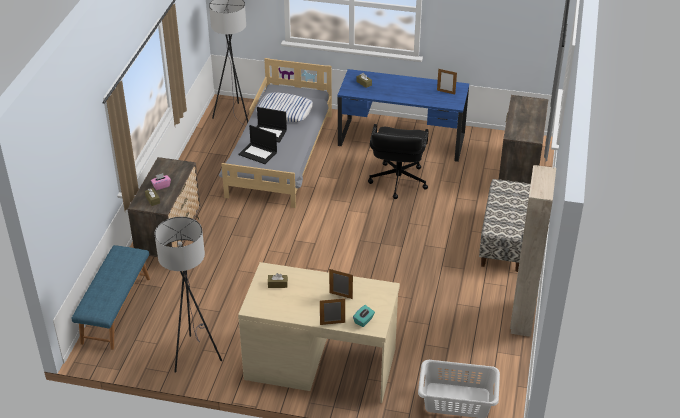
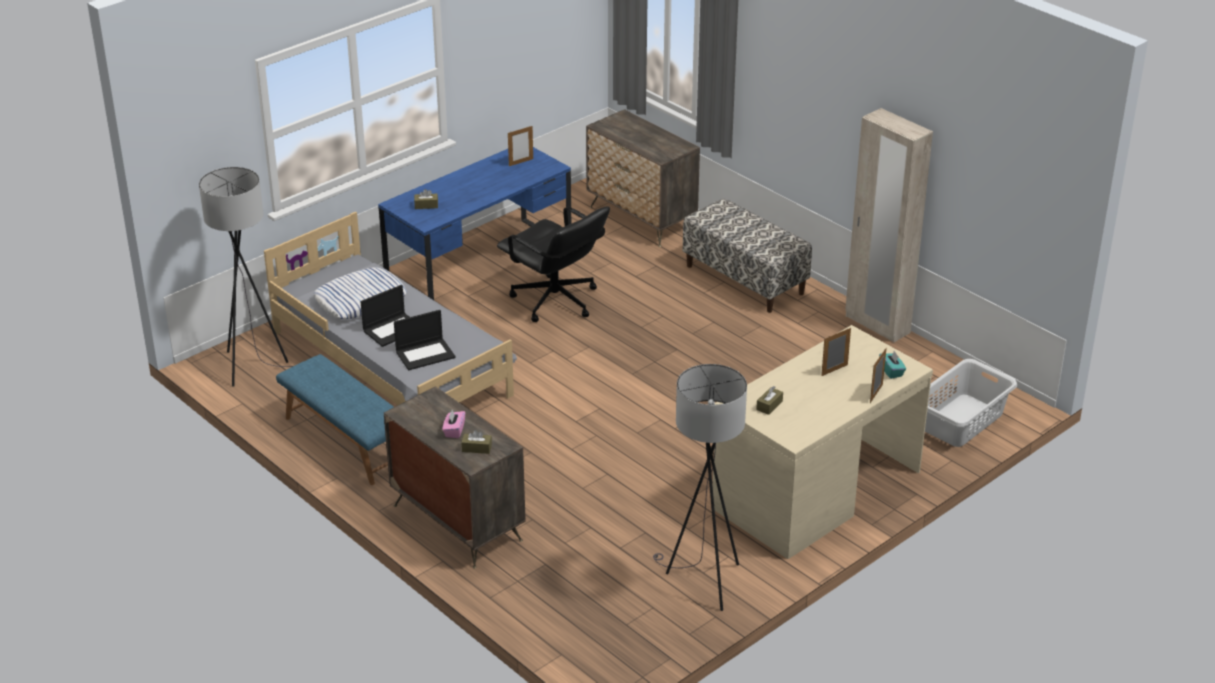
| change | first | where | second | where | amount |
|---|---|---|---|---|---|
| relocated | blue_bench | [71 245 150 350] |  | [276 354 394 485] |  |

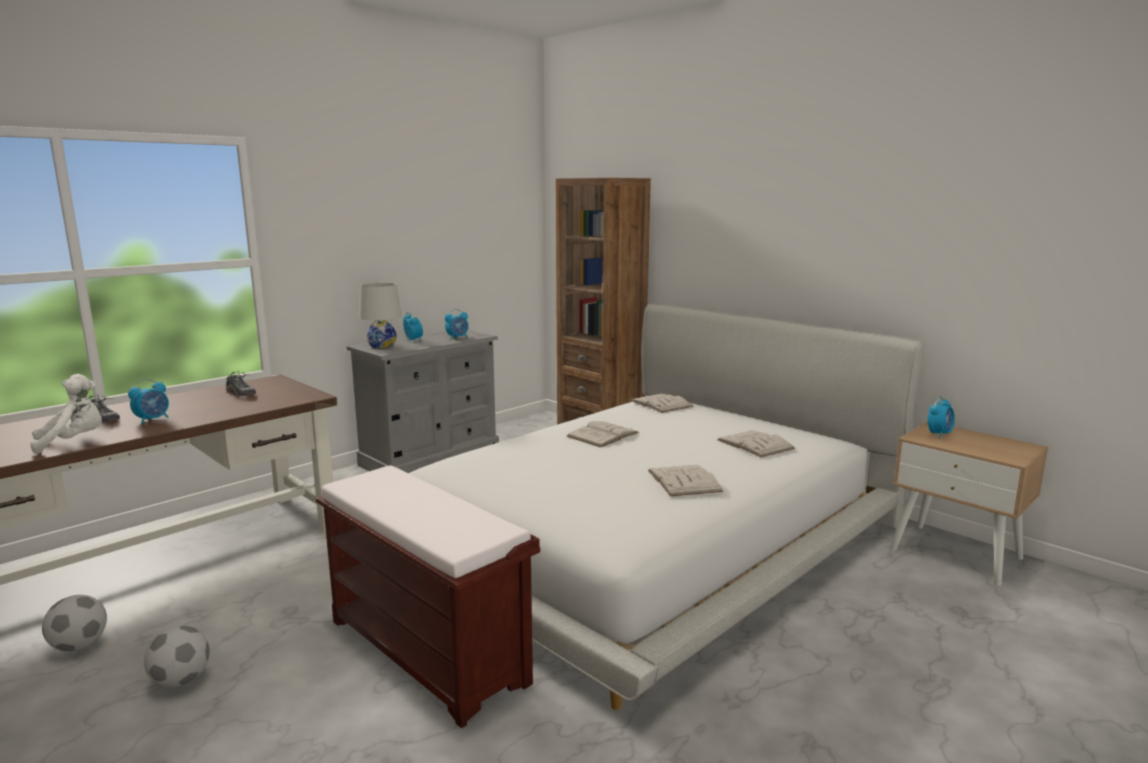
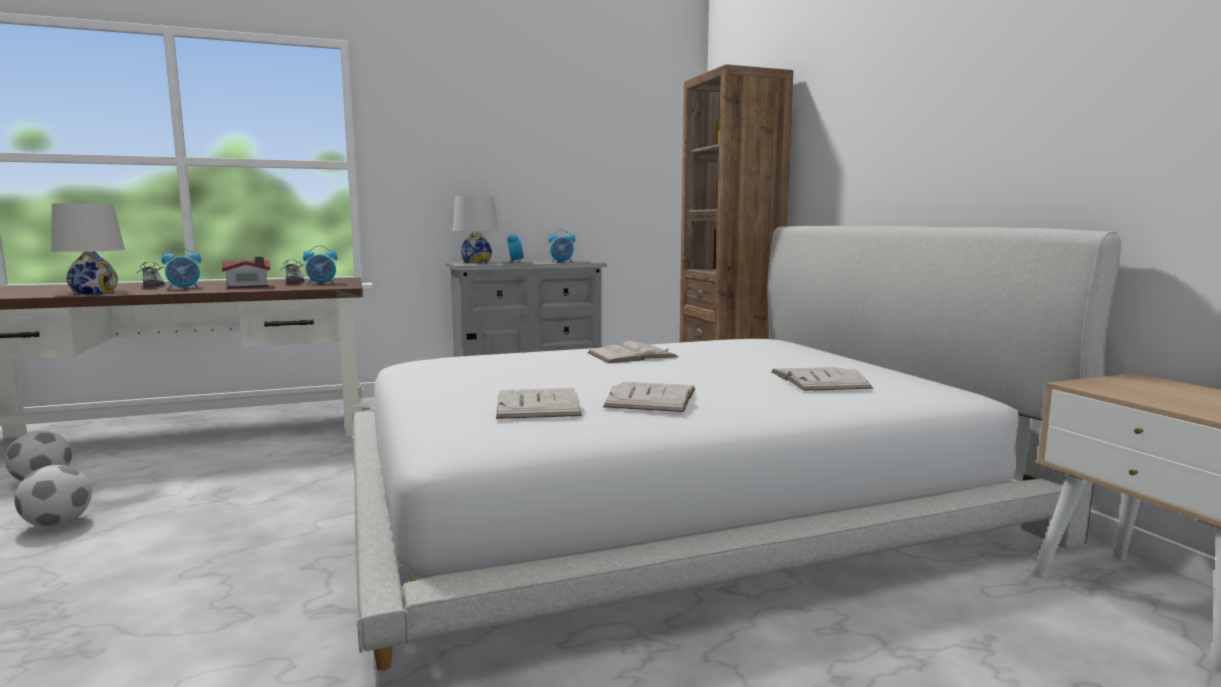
| change | first | where | second | where | amount |
|---|---|---|---|---|---|
| exchanged | white_plush_toy | [31 374 102 454] | white_table_lamp | [51 203 125 294] |  |
| relocated | white_book | [630 394 693 413] |  | [496 388 582 419] |  |
| relocated | alarm_clock | [928 396 955 439] |  | [303 245 338 285] |  |
| missing | brown_bench | [316 465 540 728] |  |  |  |
| appeared |  |  | toy_house | [222 257 270 289] |  |

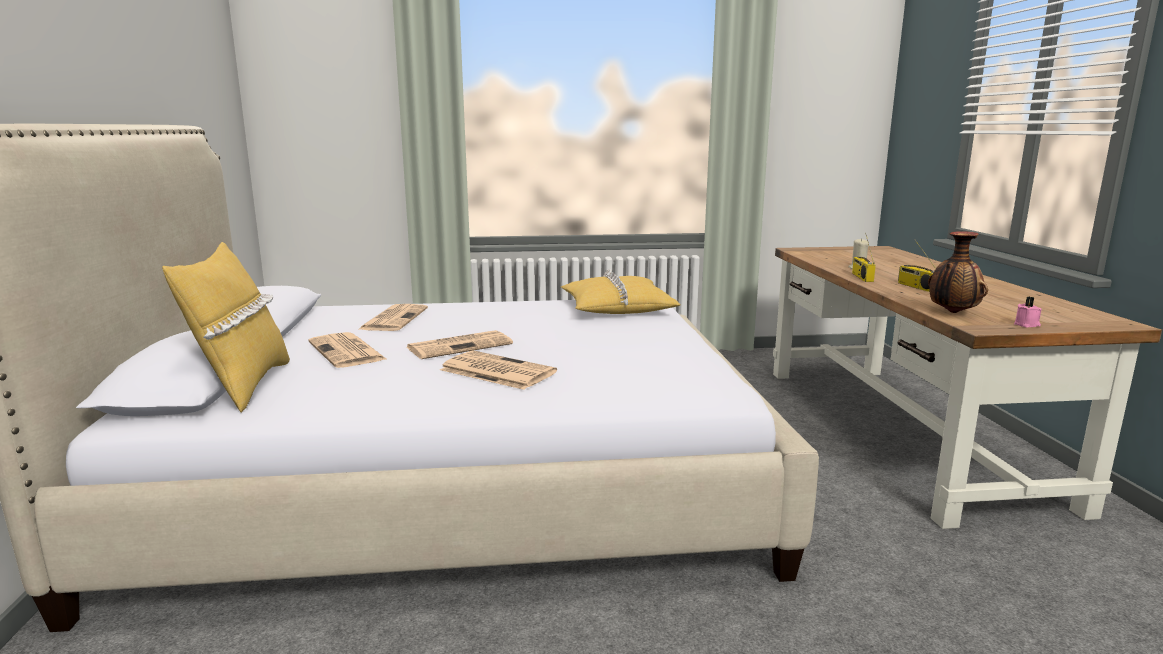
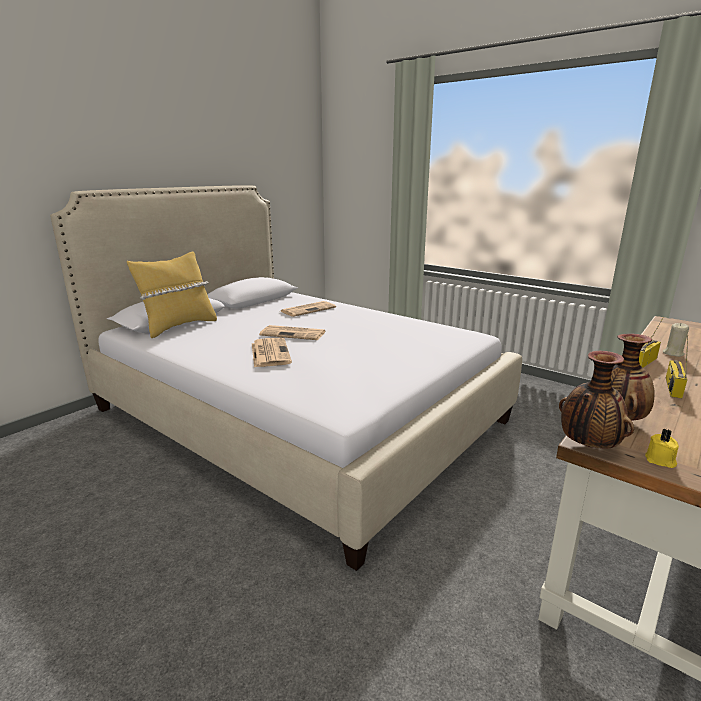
| change | first | where | second | where | amount |
|---|---|---|---|---|---|
| missing | yellow_pillow | [561 269 680 314] |  |  |  |
| colour | pink_candle | [1014 297 1042 328] | yellow_candle | [645 429 679 468] |  |
| missing | newspaper | [308 332 388 368] |  |  |  |
| appeared |  |  | vase | [559 351 634 448] |  |

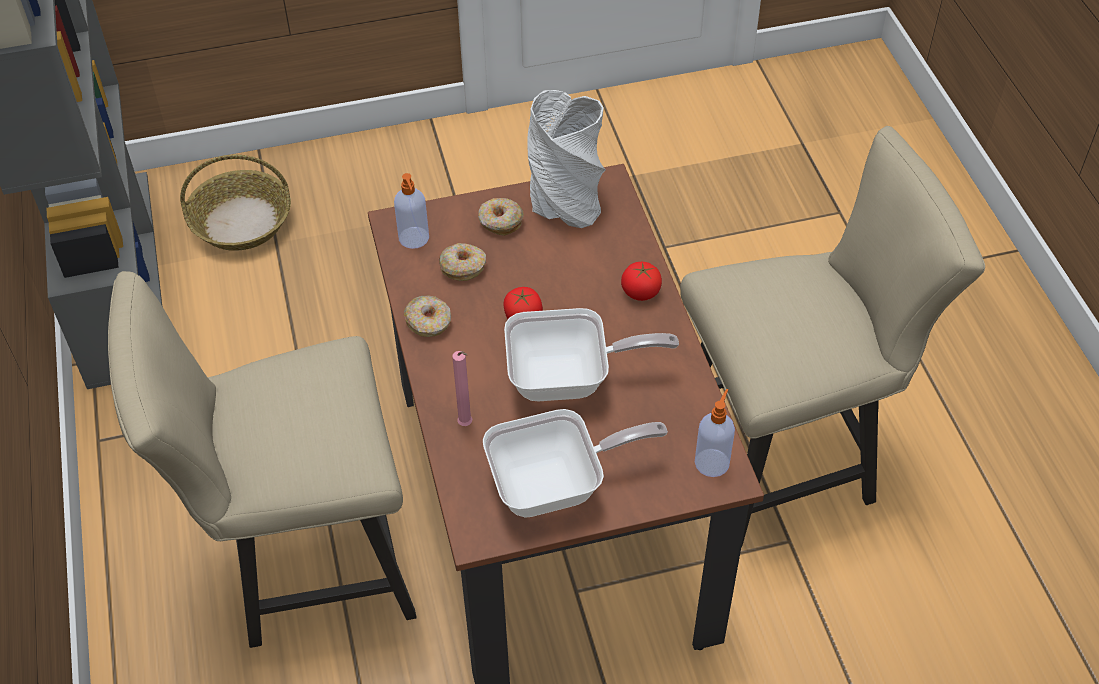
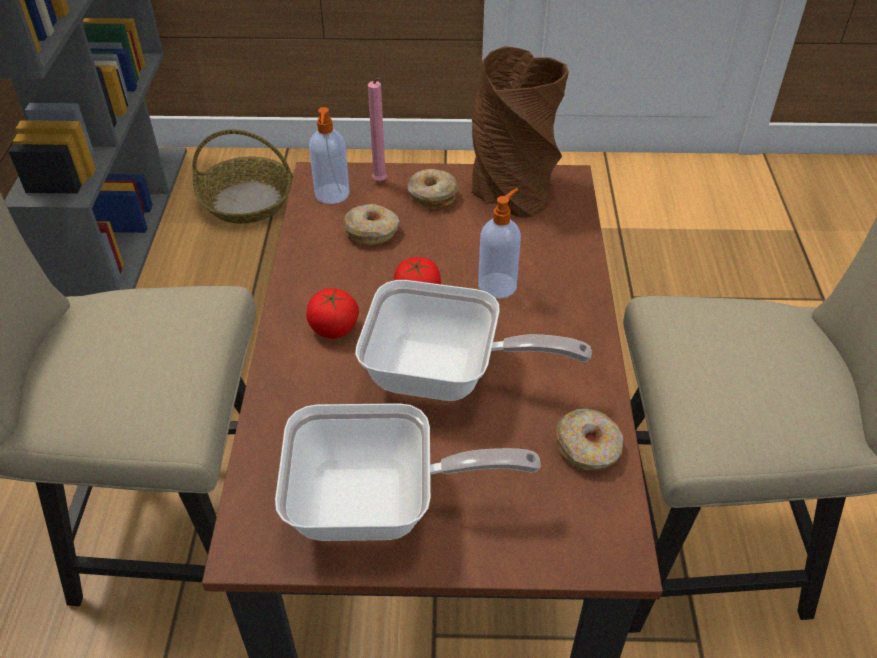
| change | first | where | second | where | amount |
|---|---|---|---|---|---|
| colour | grey_vase | [527 90 606 228] | brown_vase | [472 46 569 218] |  |
| relocated | tomato | [621 262 662 301] |  | [306 288 359 339] |  |
| relocated | donut | [404 296 451 337] |  | [556 409 623 471] |  |
| relocated | pink_candle | [452 351 472 426] |  | [368 78 387 181] |  |
| relocated | soap_dispenser | [695 389 735 477] |  | [478 188 521 299] |  |

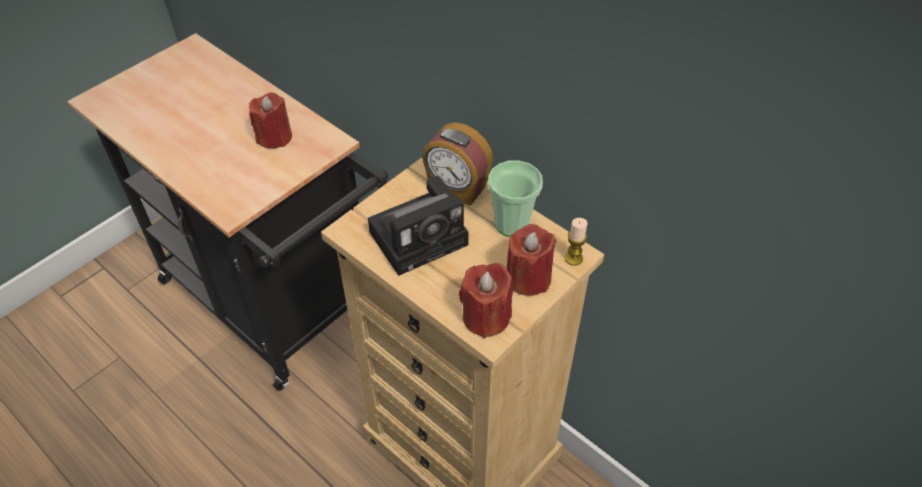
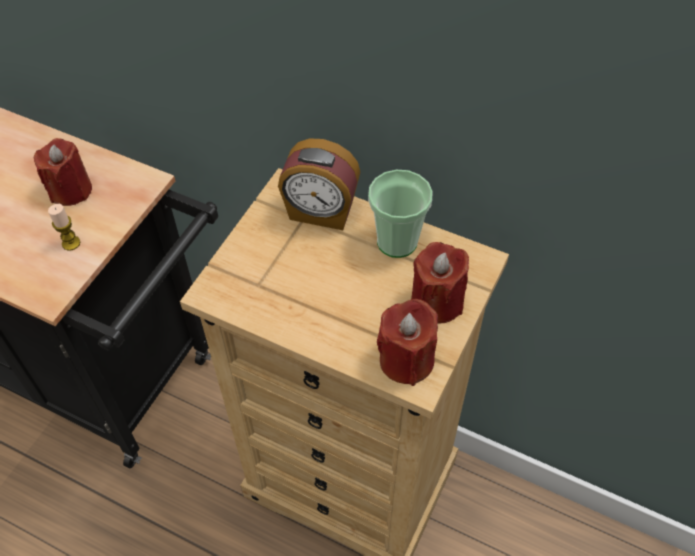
| change | first | where | second | where | amount |
|---|---|---|---|---|---|
| missing | photo_camera | [368 176 469 276] |  |  |  |
| relocated | candle | [565 218 588 266] |  | [48 204 80 251] |  |

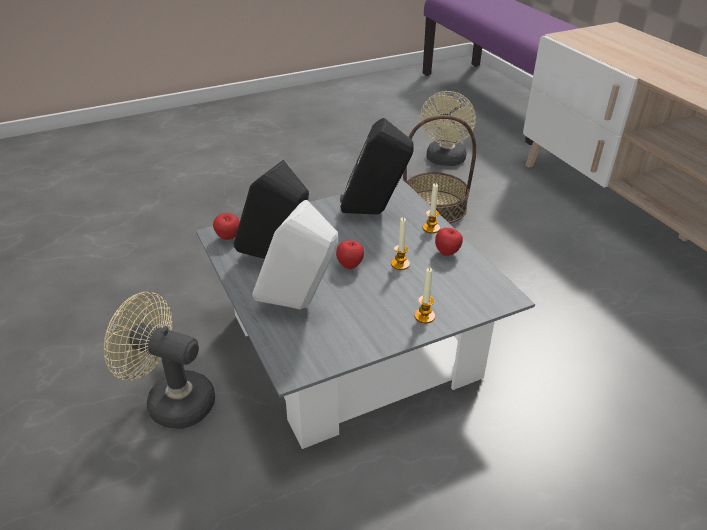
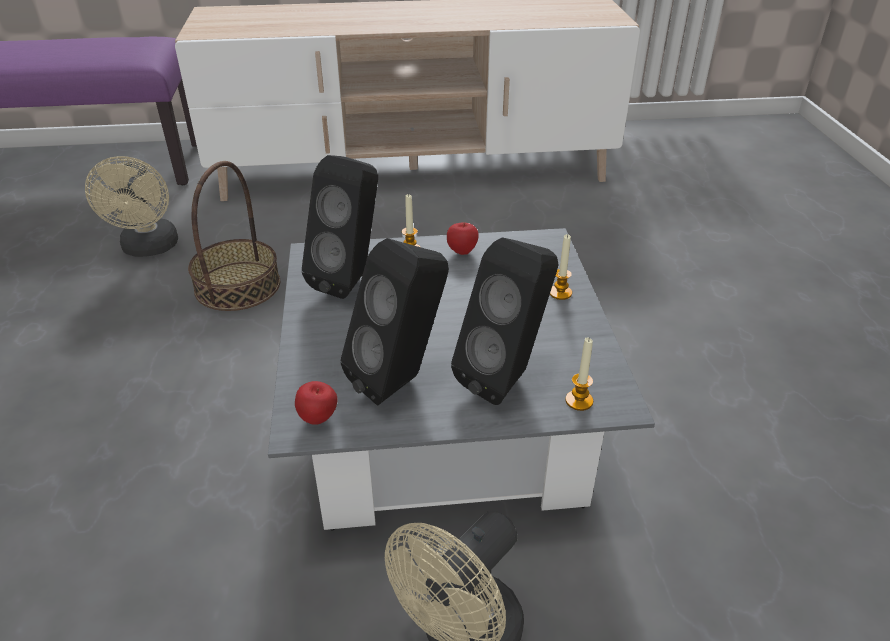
| change | first | where | second | where | amount |
|---|---|---|---|---|---|
| spun | beige_fan | [420 91 476 166] |  | [85 156 178 257] | 45 degrees clockwise |
| colour | white_speaker | [252 200 338 310] | black_speaker | [451 237 559 405] |  |
| relocated | candle | [391 217 410 270] |  | [565 337 593 411] |  |
| missing | apple | [336 240 364 269] |  |  |  |

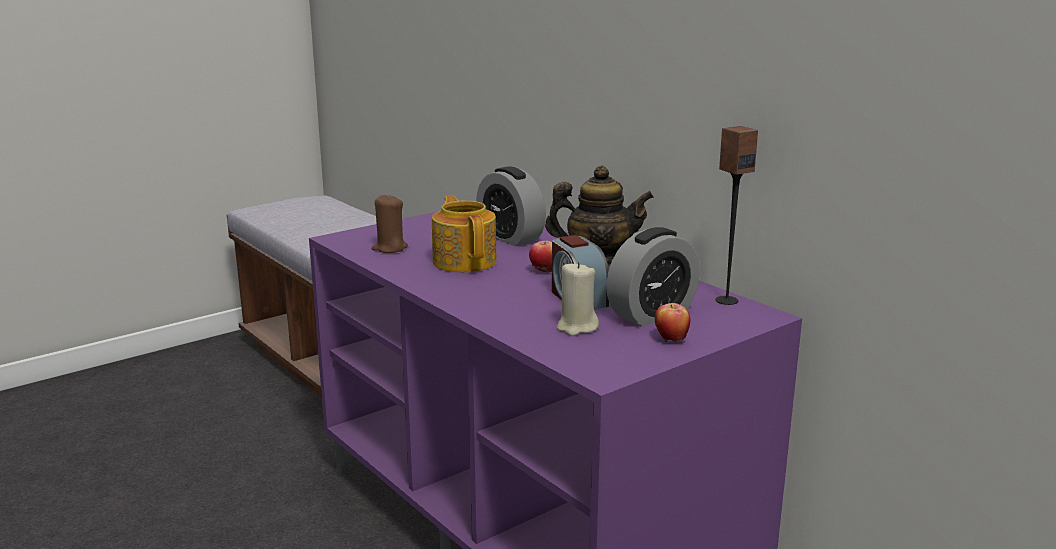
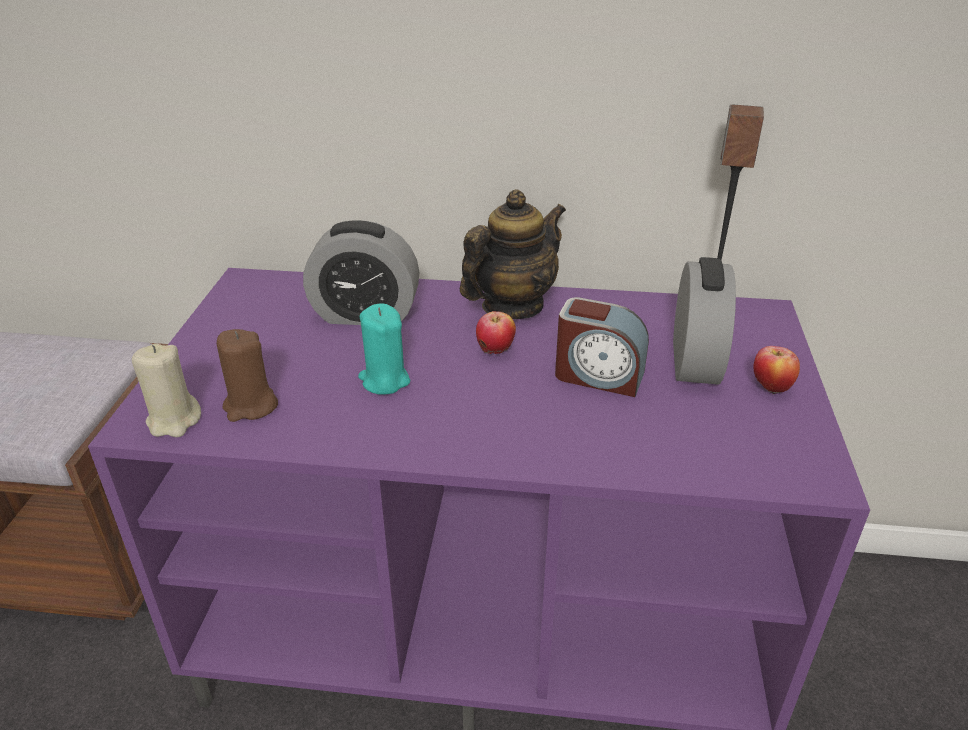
| change | first | where | second | where | amount |
|---|---|---|---|---|---|
| exchanged | teapot | [432 195 496 272] | turquoise_candle | [358 303 410 395] |  |
| relocated | beige_candle | [557 262 599 336] |  | [132 344 201 437] |  |

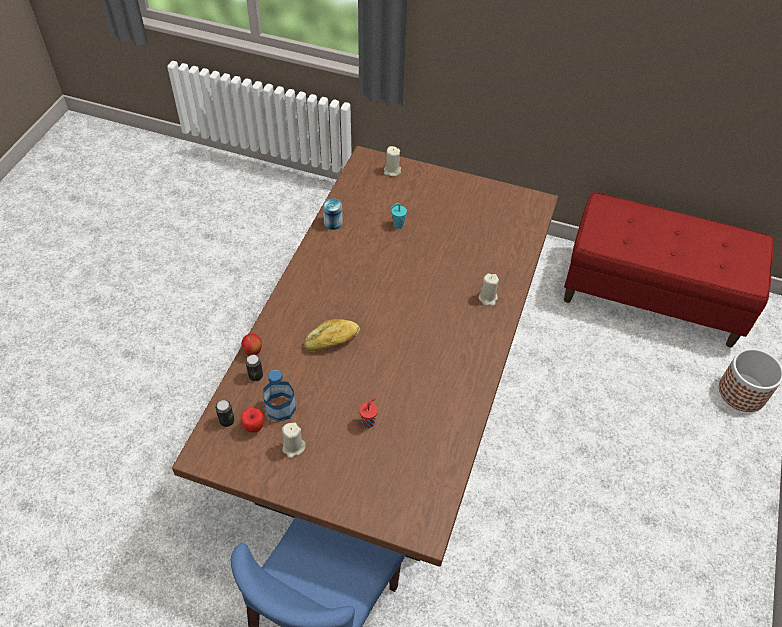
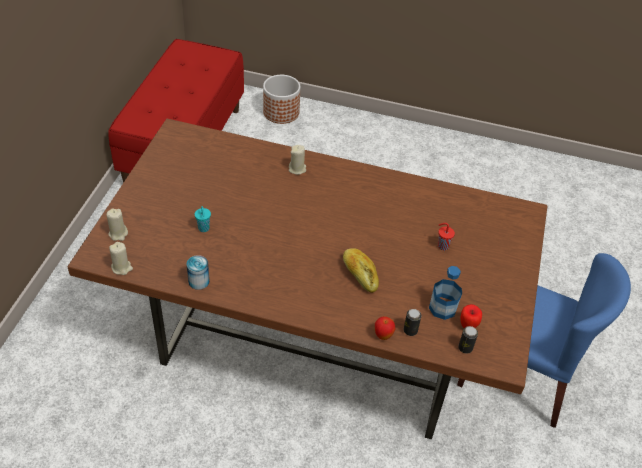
| change | first | where | second | where | amount |
|---|---|---|---|---|---|
| relocated | beige_candle | [282 422 306 458] |  | [109 242 133 275] |  |

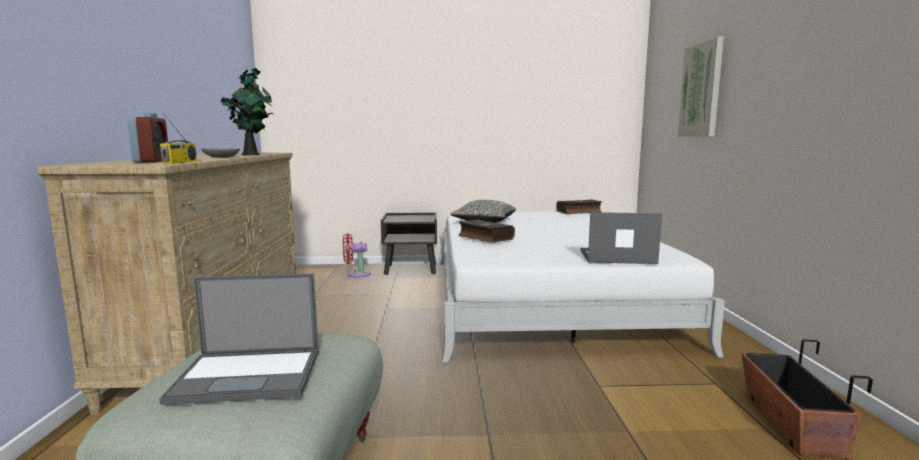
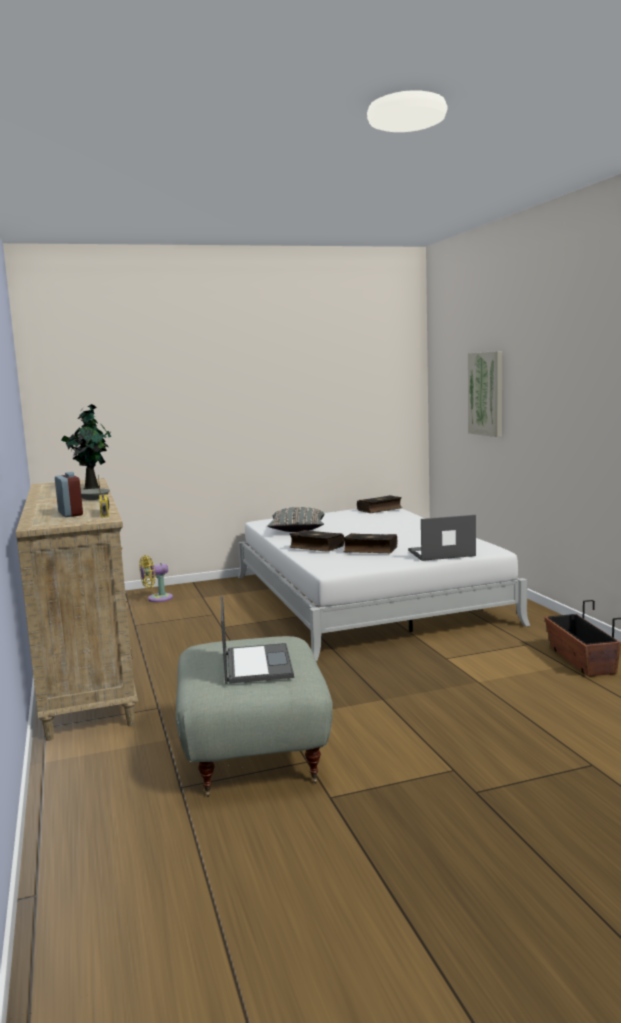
| change | first | where | second | where | amount |
|---|---|---|---|---|---|
| missing | brown_nightstand | [381 212 437 275] |  |  |  |
| colour | red_fan | [343 233 371 277] | yellow_fan | [139 555 173 602] |  |
| spun | laptop | [159 273 319 405] |  | [221 595 294 684] | 75 degrees counterclockwise |
| appeared |  |  | book | [343 533 397 553] |  |

